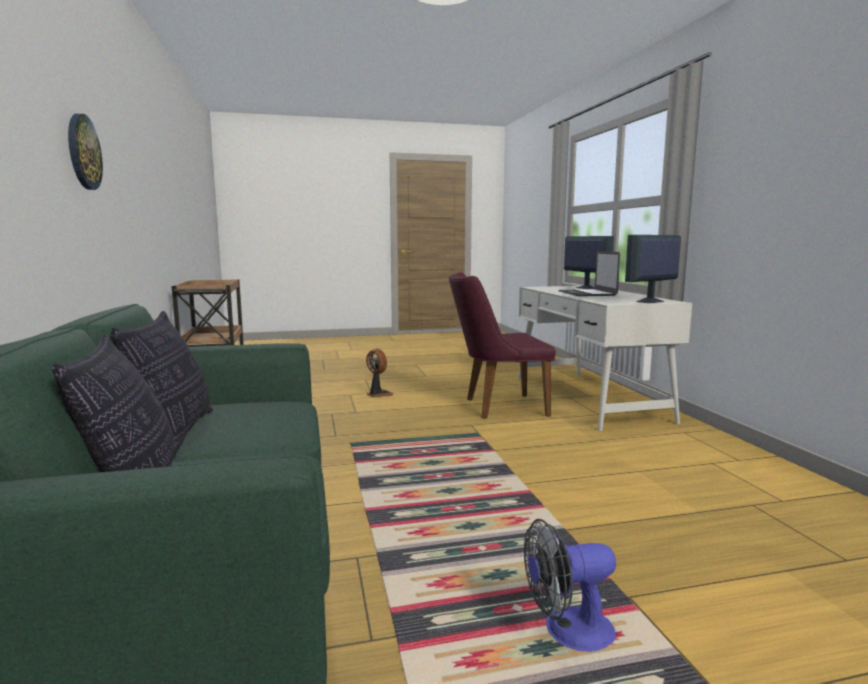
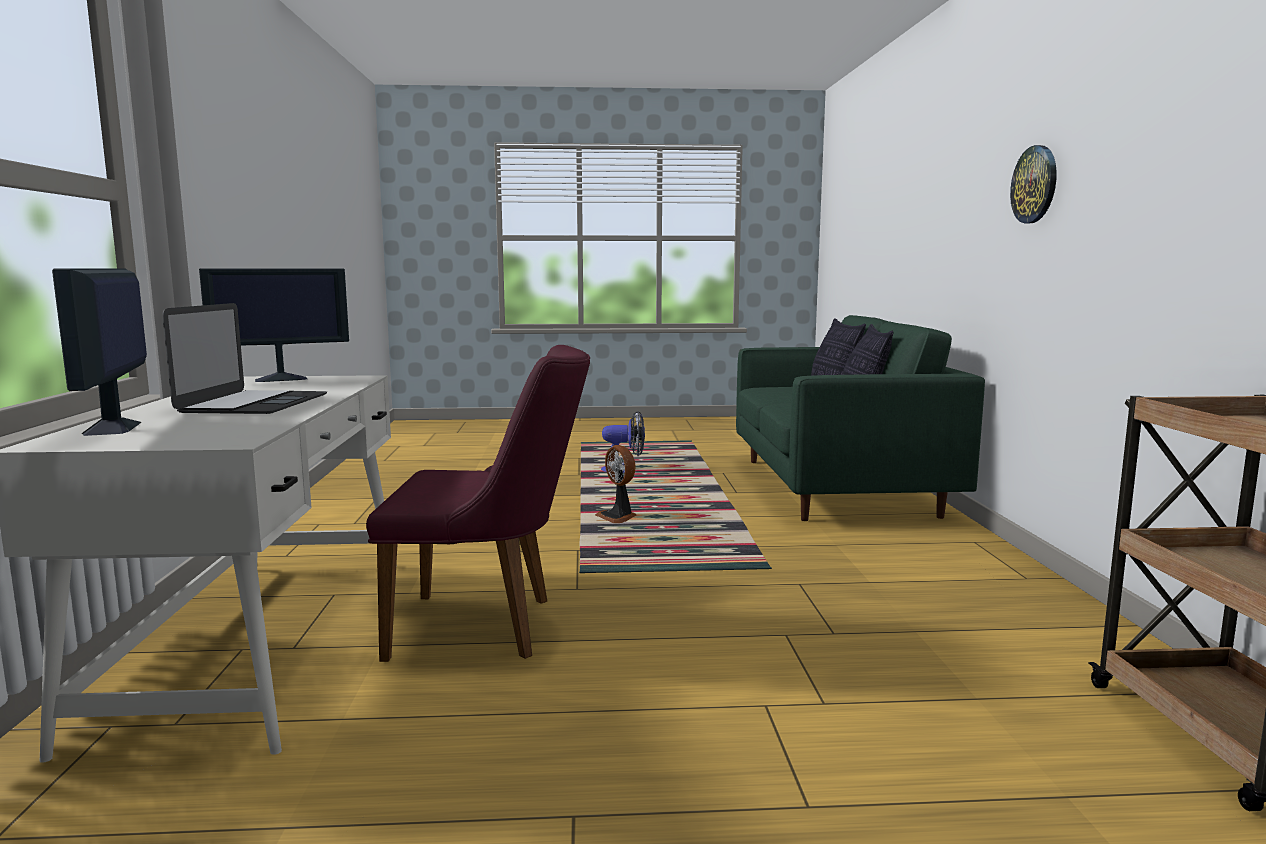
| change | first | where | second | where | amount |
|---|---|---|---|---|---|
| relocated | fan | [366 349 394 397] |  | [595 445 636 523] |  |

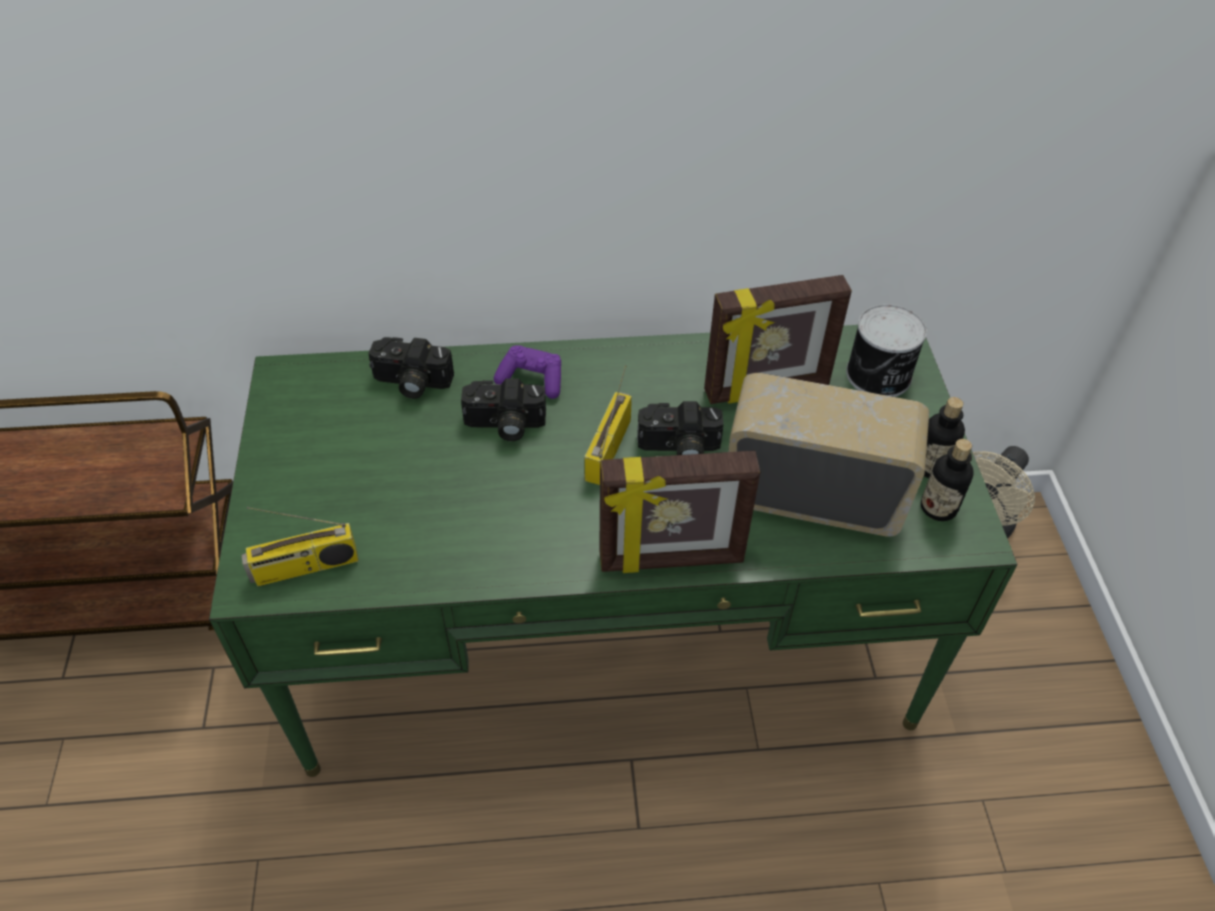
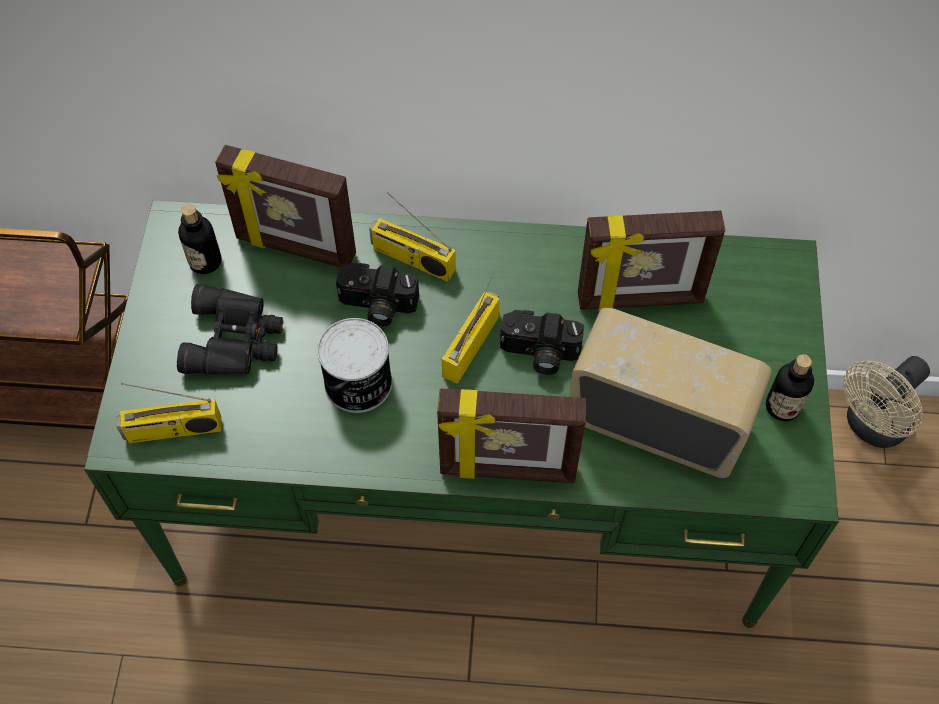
| change | first | where | second | where | amount |
|---|---|---|---|---|---|
| relocated | can | [846 304 927 397] |  | [317 318 392 413] |  |
| exchanged | photo_camera | [368 337 454 399] | picture_frame | [215 145 356 267] |  |
| exchanged | purple_game_controller | [494 345 561 399] | radio | [369 192 456 282] |  |
| relocated | bottle | [921 439 974 521] |  | [178 204 222 274] |  |
| appeared |  |  | black_binoculars | [177 284 283 375] |  |

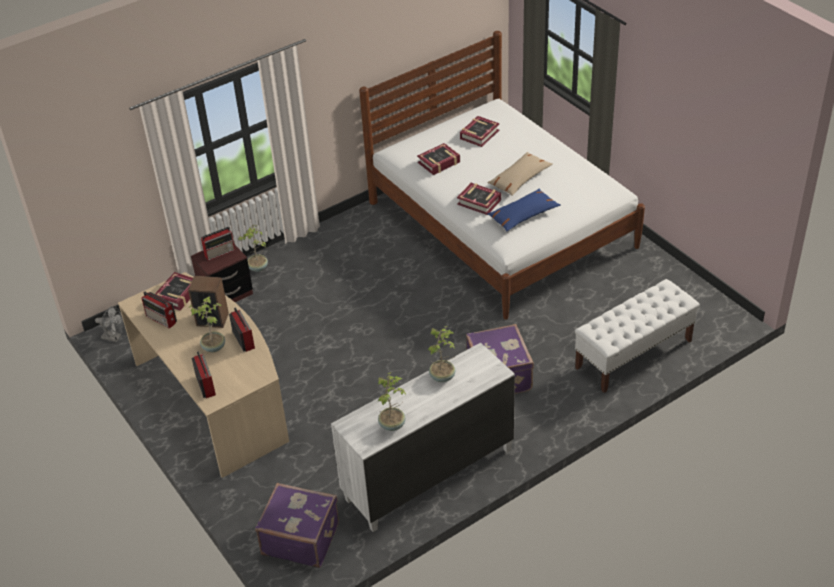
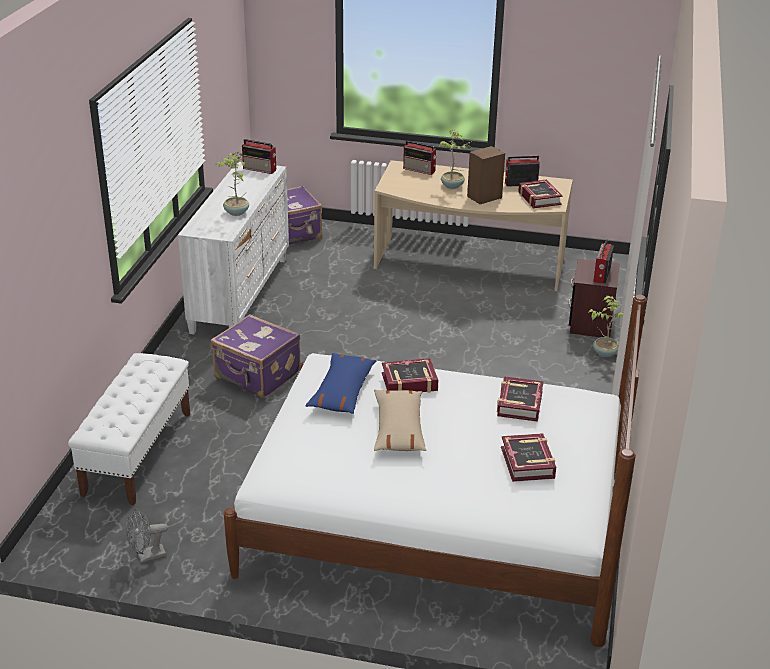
| change | first | where | second | where | amount |
|---|---|---|---|---|---|
| relocated | grey_fan | [95 306 123 342] |  | [126 509 168 563] |  |
| relocated | radio | [229 307 255 352] |  | [242 139 276 174] |  |
| missing | potted_plant | [378 372 406 431] |  |  |  |

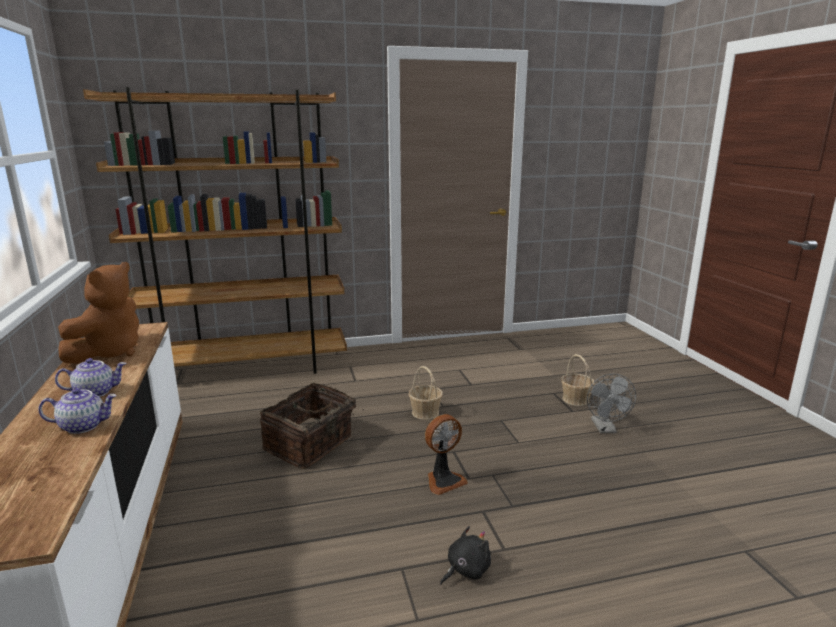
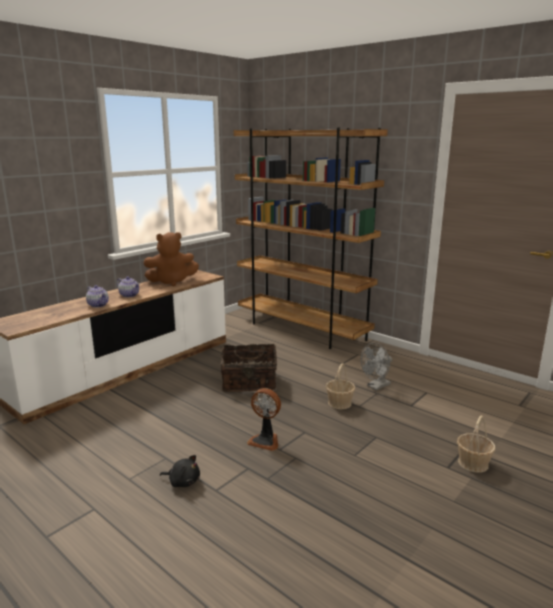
| change | first | where | second | where | amount |
|---|---|---|---|---|---|
| relocated | grey_fan | [587 373 636 433] |  | [361 343 392 390] |  |

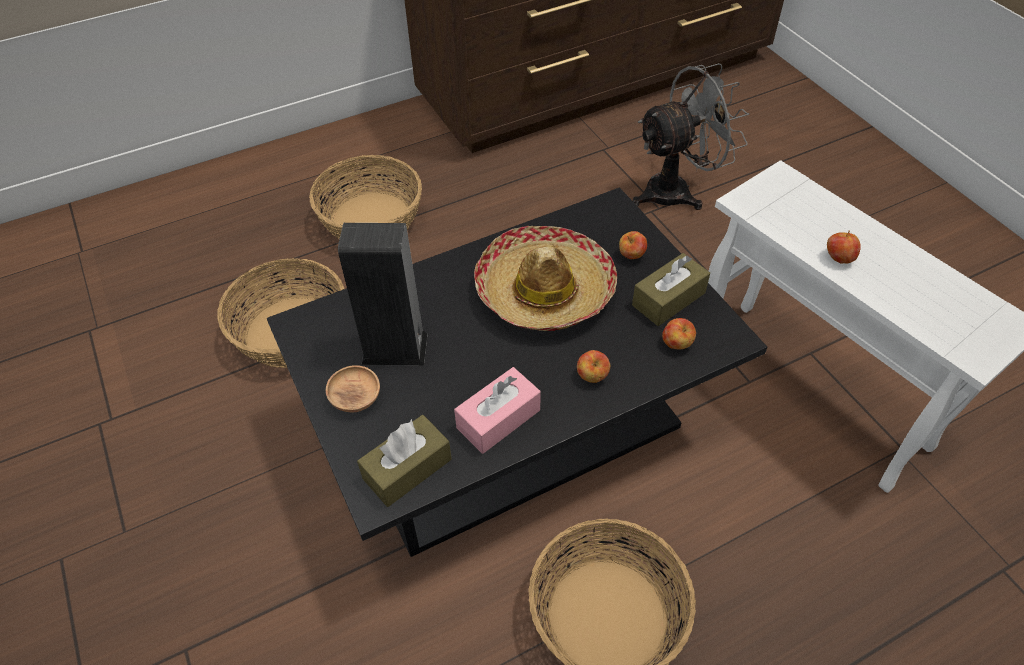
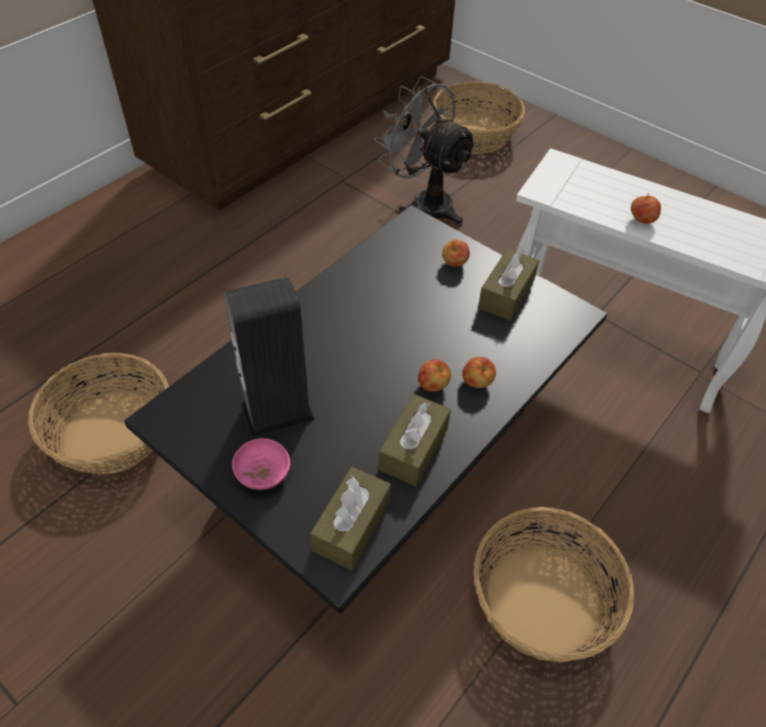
| change | first | where | second | where | amount |
|---|---|---|---|---|---|
| spun | grey_fan | [632 63 750 210] |  | [374 76 478 226] | 90 degrees counterclockwise |
| relocated | basket | [309 155 422 239] |  | [433 81 525 154] |  |
| missing | hat | [474 226 617 331] |  |  |  |
| relocated | apple | [662 318 696 349] |  | [418 359 451 392] |  |
| colour | brown_bowl | [326 365 380 412] | pink_bowl | [232 438 290 490] |  |
| colour | pink_tissue_box | [454 367 541 454] | brown_tissue_box | [378 394 451 486] |  |

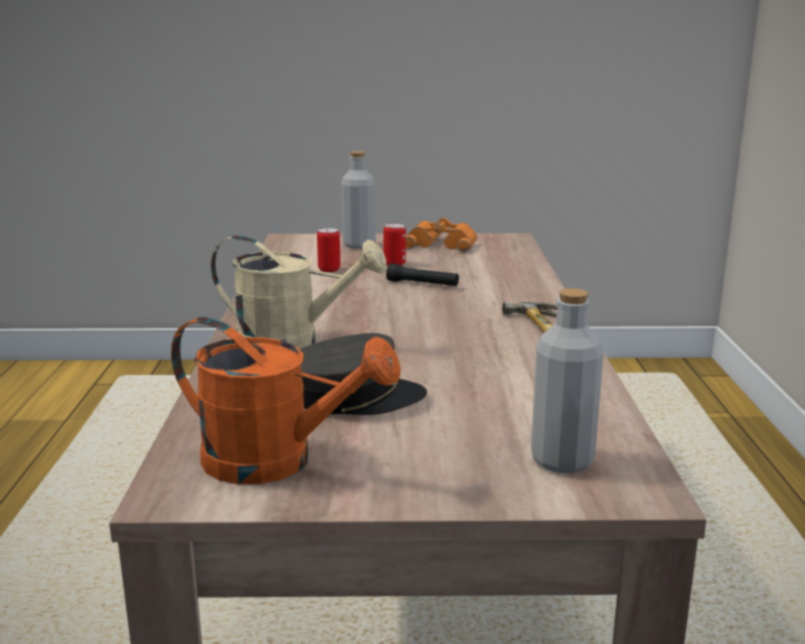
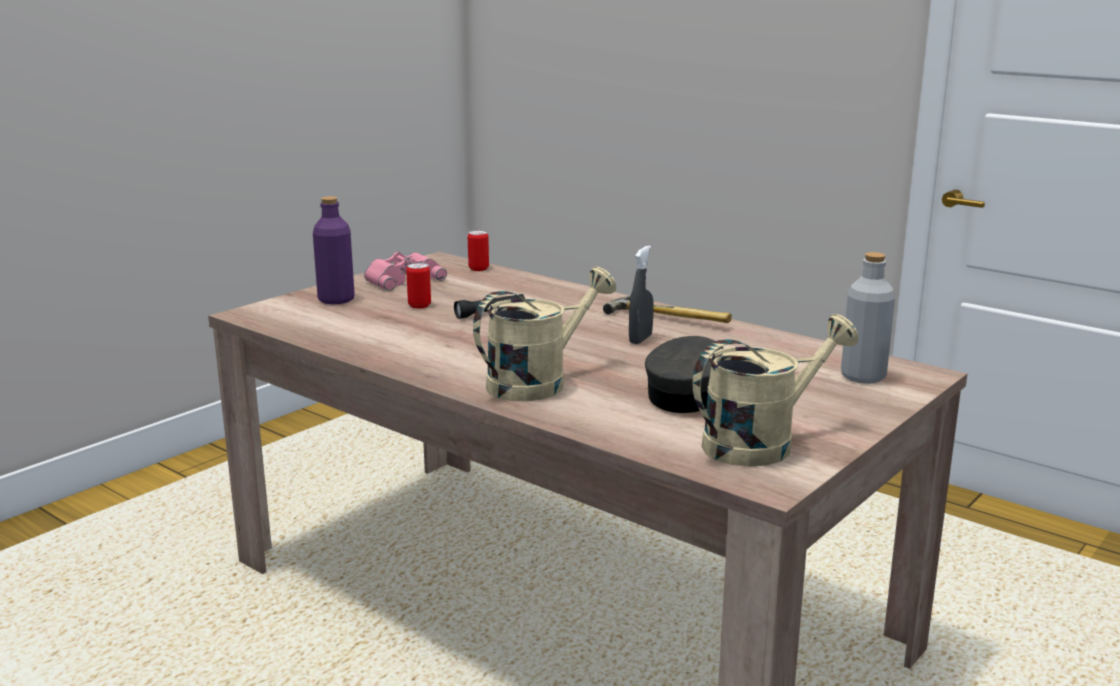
| change | first | where | second | where | amount |
|---|---|---|---|---|---|
| colour | grey_bottle | [341 151 376 249] | purple_bottle | [313 196 354 304] |  |
| colour | orange_binoculars | [406 218 477 252] | pink_binoculars | [364 251 447 290] |  |
| relocated | can | [317 228 340 272] |  | [468 230 489 271] |  |
| colour | orange_watering_can | [171 317 401 484] | beige_watering_can | [693 314 859 467] |  |
| appeared |  |  | grey_spray_bottle | [629 245 654 344] |  |

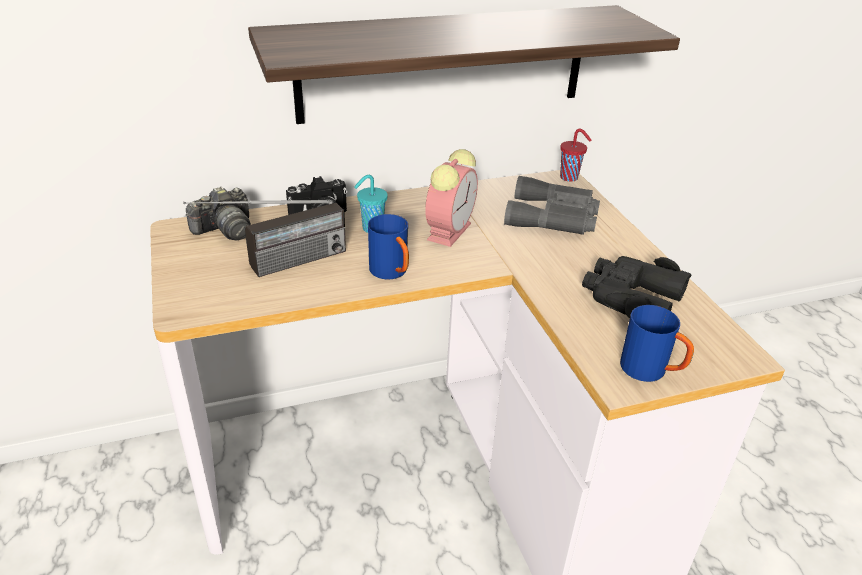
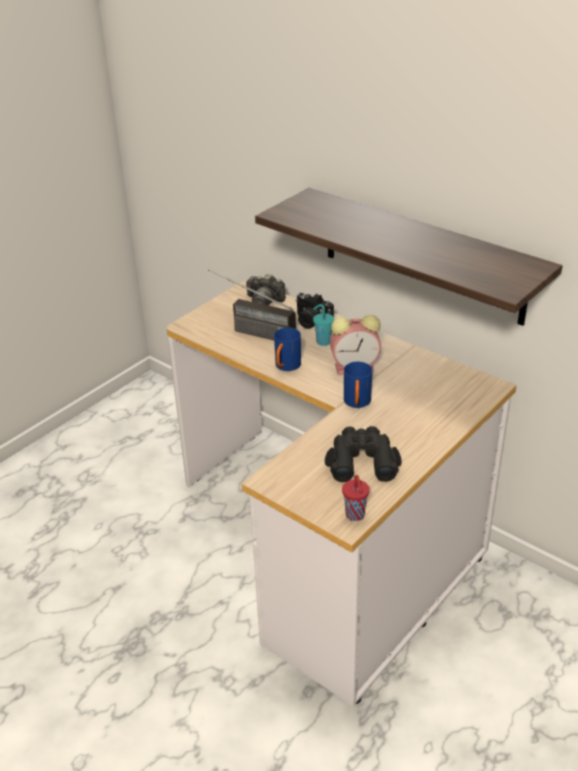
| change | first | where | second | where | amount |
|---|---|---|---|---|---|
| relocated | red_cup | [560 129 591 182] |  | [342 475 369 521] |  |
| missing | grey_binoculars | [504 176 600 235] |  |  |  |
| relocated | blue_mug | [620 305 694 382] |  | [344 362 372 408] |  |

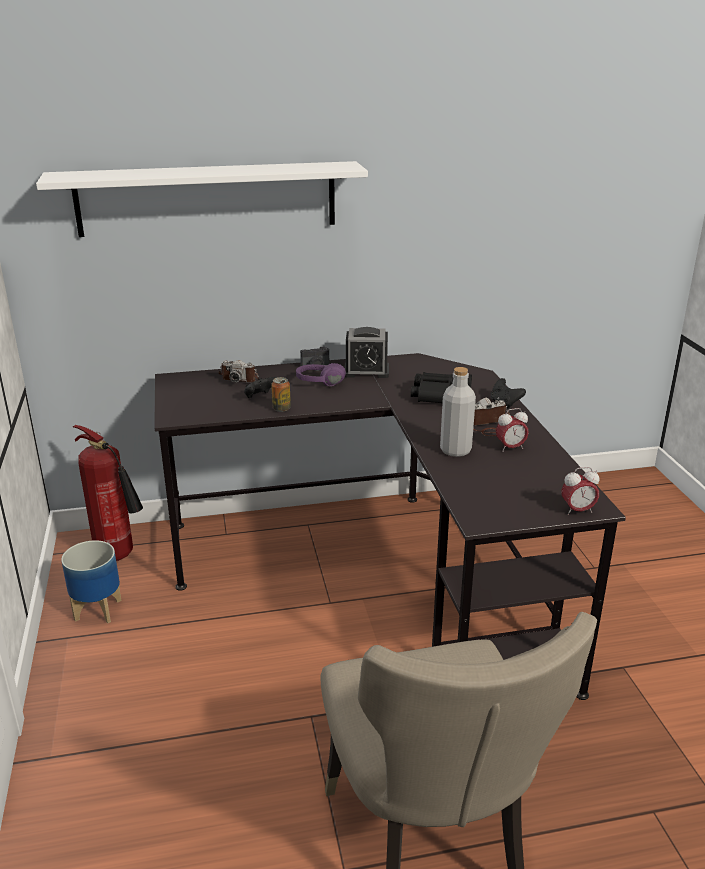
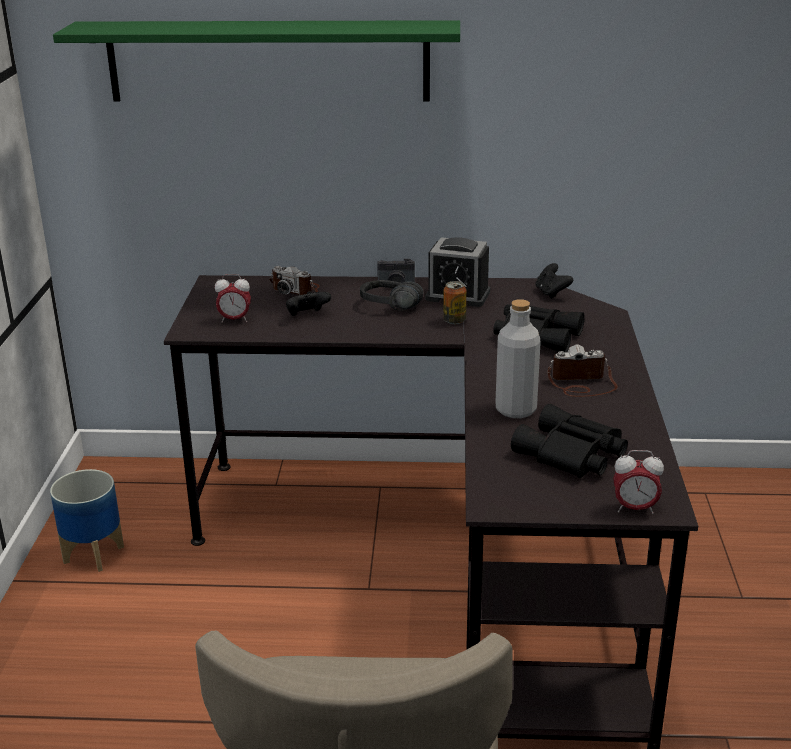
| change | first | where | second | where | amount |
|---|---|---|---|---|---|
| colour | white_shelf | [36 161 368 237] | green_shelf | [53 20 460 102] |  |
| colour | purple_headphones | [296 363 346 386] | black_headphones | [360 280 423 311] |  |
| relocated | can | [271 377 291 412] |  | [443 281 466 324] |  |
| relocated | black_game_controller | [490 378 526 409] |  | [535 263 573 299] |  |
| relocated | alarm_clock | [496 408 529 452] |  | [215 274 251 323] |  |
| missing | fire_extinguisher | [73 425 143 561] |  |  |  |
| appeared |  |  | black_binoculars | [511 404 628 478] |  |

